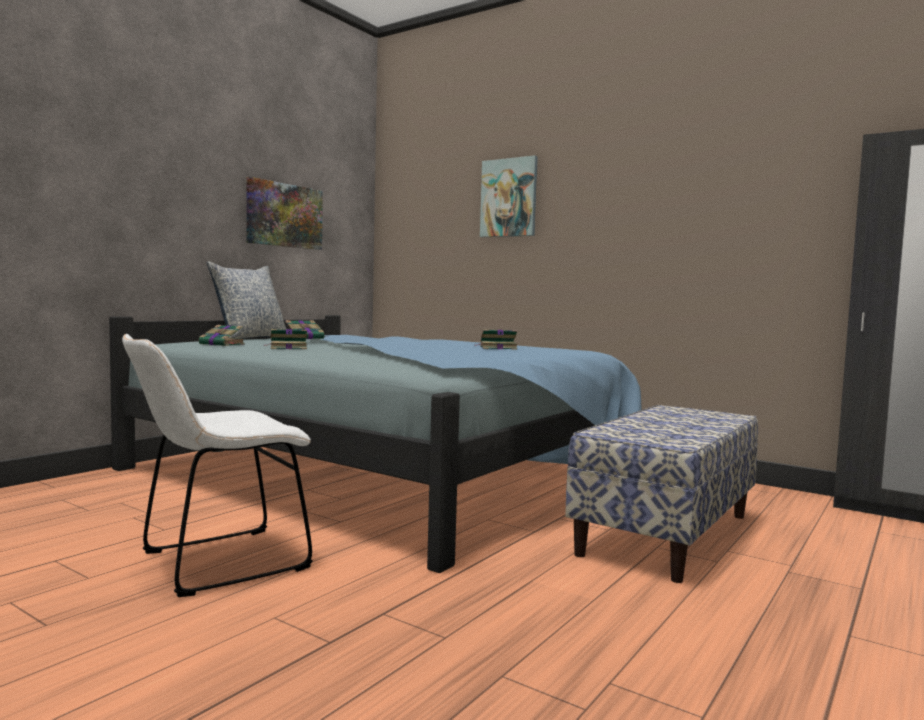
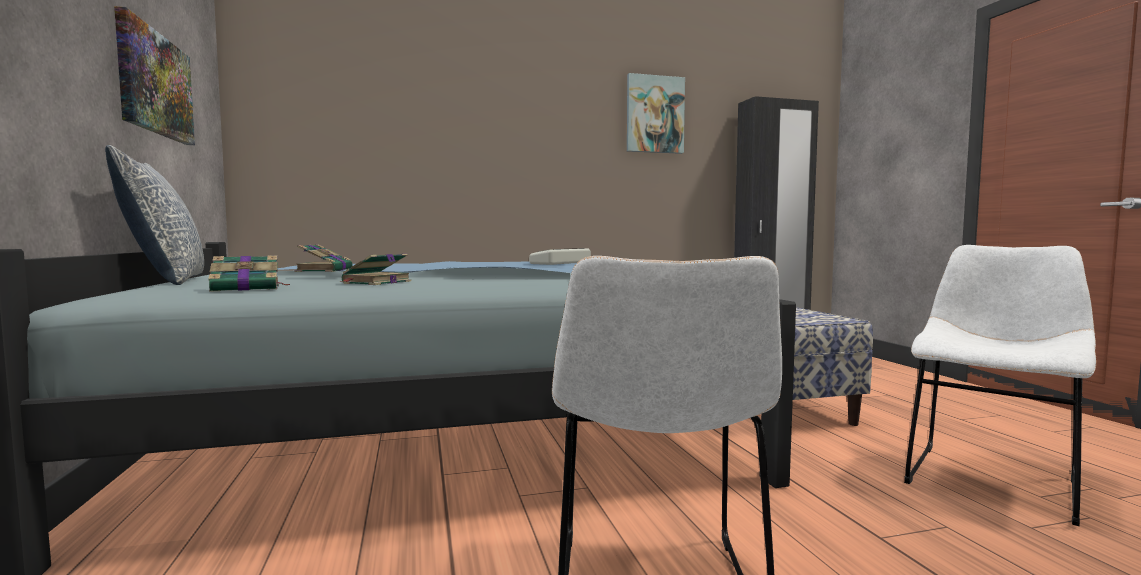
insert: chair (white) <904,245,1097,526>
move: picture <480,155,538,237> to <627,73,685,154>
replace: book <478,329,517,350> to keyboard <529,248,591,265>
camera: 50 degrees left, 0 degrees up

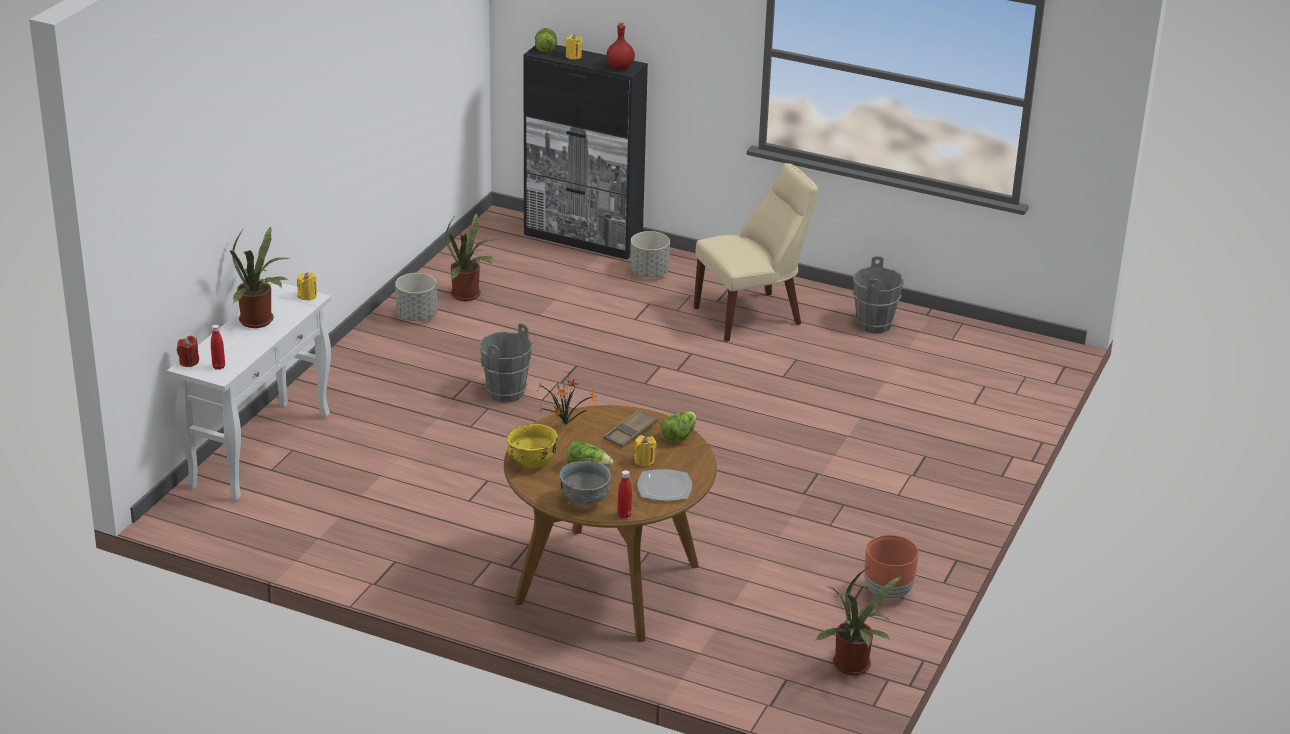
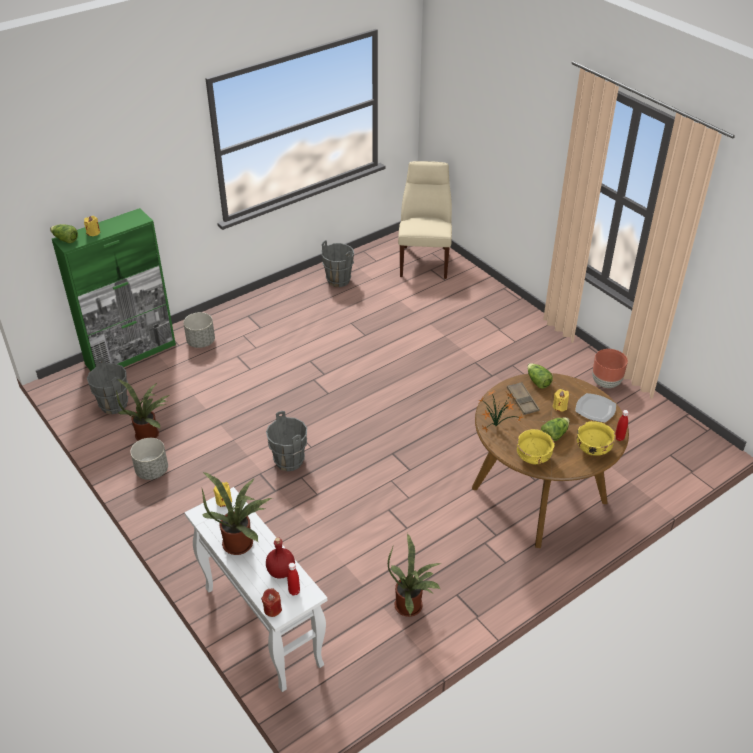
insert: bucket (grey) <87,358,128,414>
move: bottle (red) <606,22,635,70> to <266,537,295,578>; potted plant <815,568,901,675> to <388,533,442,617>; chair (beige) <694,163,818,342> to <398,161,452,279>
recolor: cabinet (black) <523,45,648,260> to cabinet (green) <52,208,176,371>; bowl (grey) <559,461,611,505> to bowl (yellow) <577,421,616,456>
camera: 60 degrees left, 10 degrees up

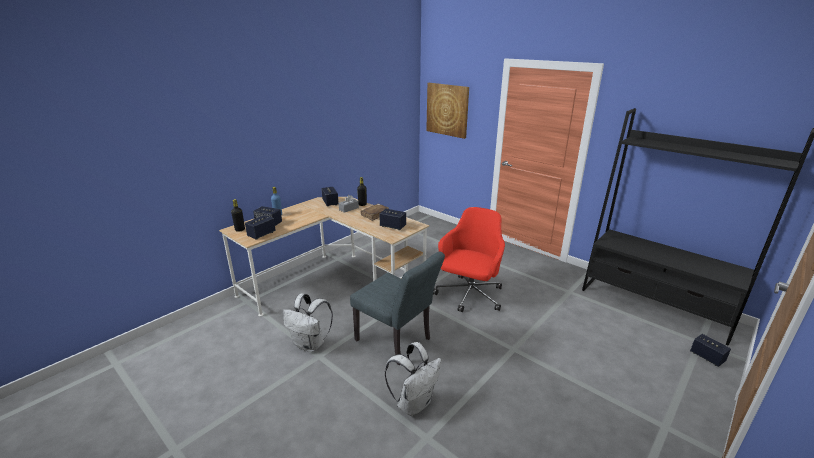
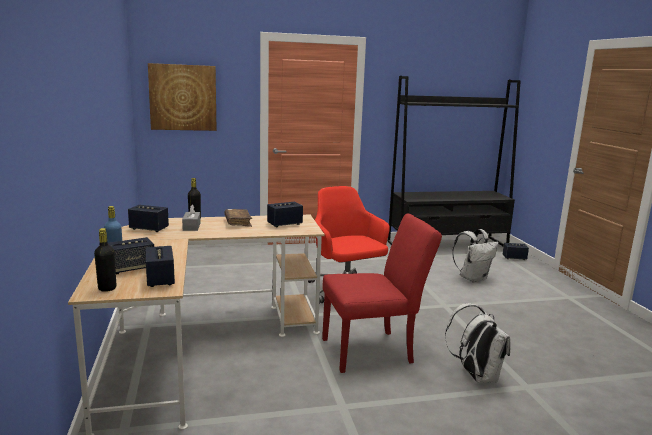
move: backpack (white) <283,293,333,352> to <452,229,499,282>
recolor: chair (grey) <350,251,445,365> to chair (red) <322,214,442,373>
camera: 55 degrees left, 10 degrees down

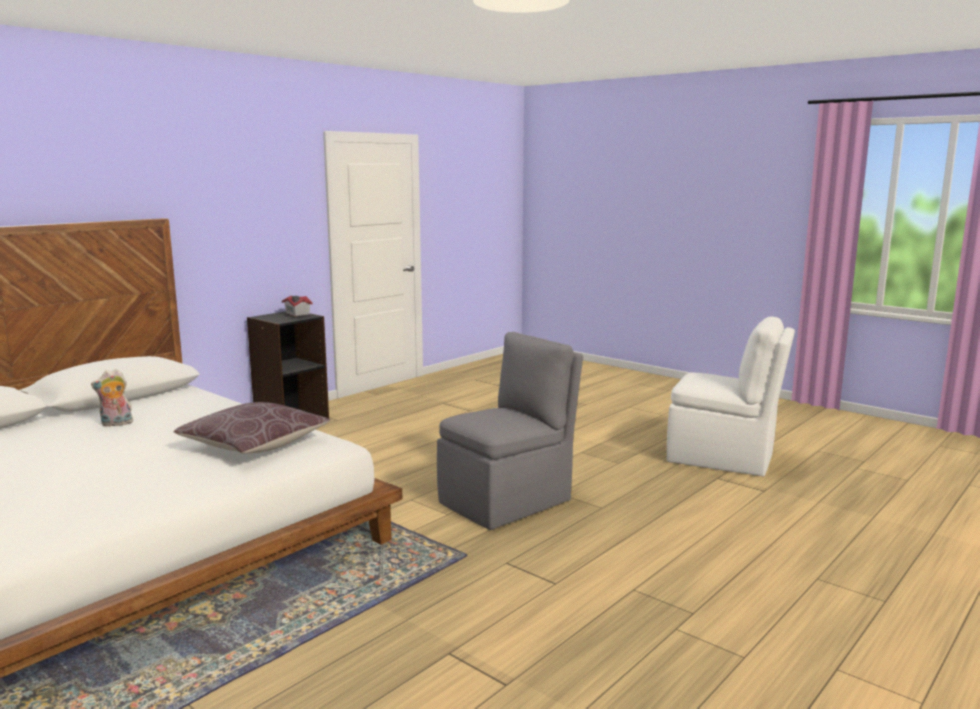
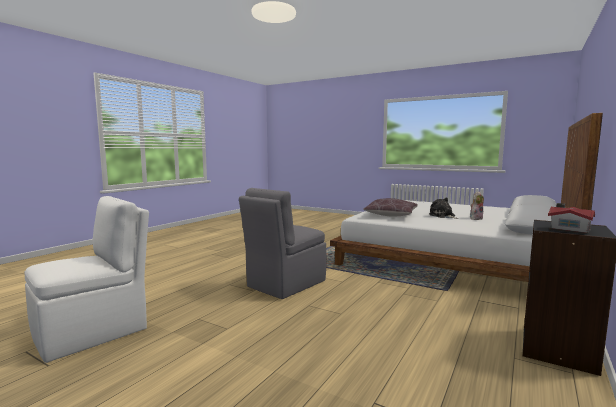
insert: plush toy <429,198,458,219>
rotate: chair (white) <667,316,795,477> = <24,196,149,363> 120 degrees clockwise
camera: 170 degrees right, 5 degrees down

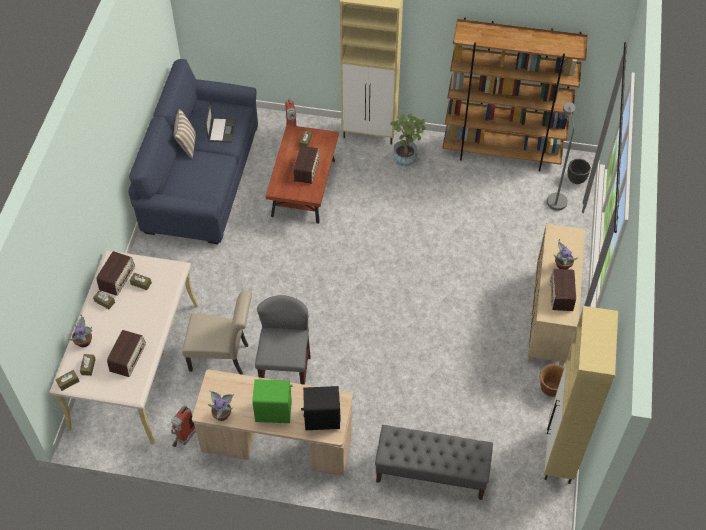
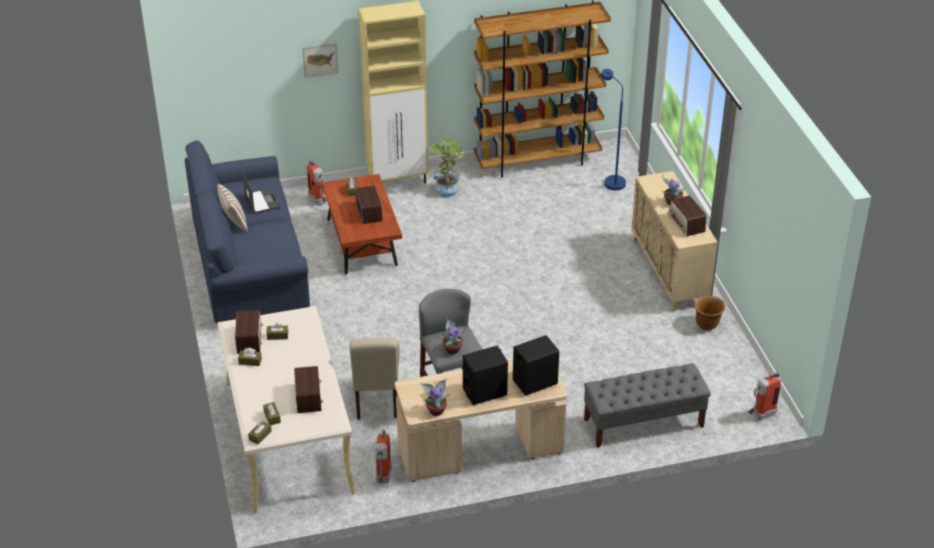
delete: cabinet (beige) <544,306,618,484>; planter (black) <567,159,591,184>
insert: picture <302,43,338,78>; fire extinguisher <748,372,781,420>
move: potted plant <69,314,92,347> to <441,317,469,354>
recolor: speaker (green) <252,379,293,423> to speaker (black) <463,346,508,405>; floor lamp (grey) <547,102,575,211> to floor lamp (blue) <601,69,626,191>
rotate: chair (beige) <182,290,252,375> = <349,338,400,420> 105 degrees clockwise
camera: 25 degrees left, 15 degrees down

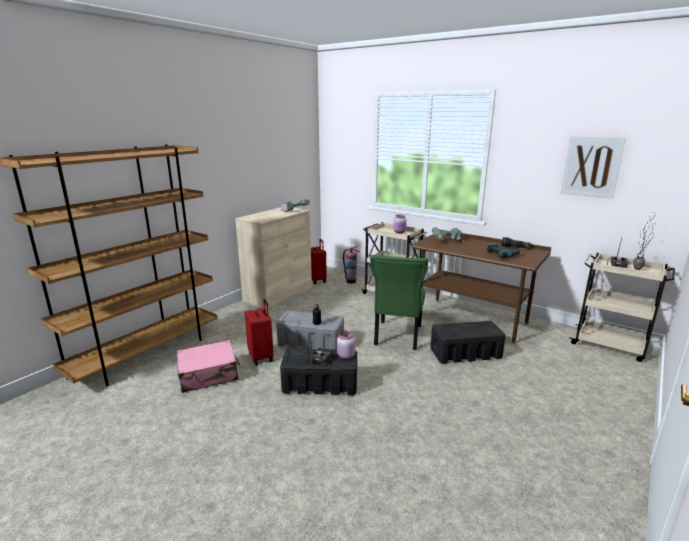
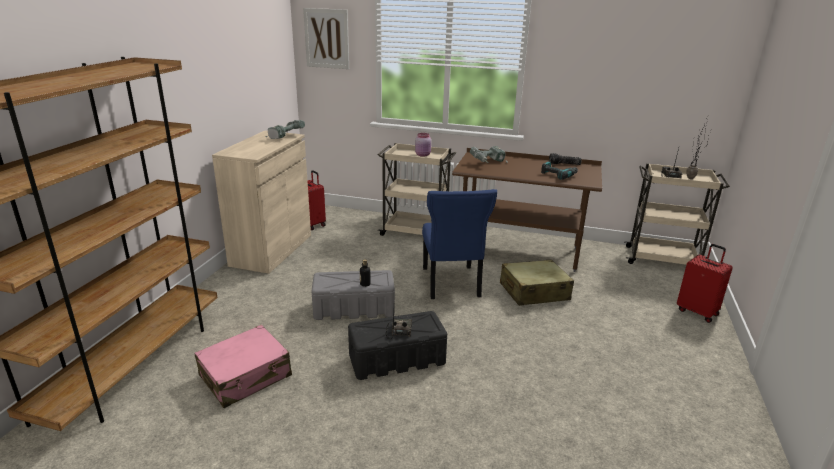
delete: jar (pink) <337,331,356,359>; fire extinguisher <343,246,360,284>
move: picture <561,136,626,199> to <303,8,349,69>; suitcase (red) <245,299,274,365> to <677,244,732,323>
replace: storage box (black) <430,321,506,364> to suitcase (beige) <500,260,574,306>
recolor: chair (green) <370,255,428,350> to chair (blue) <422,189,497,299>
camera: 20 degrees left, 5 degrees up

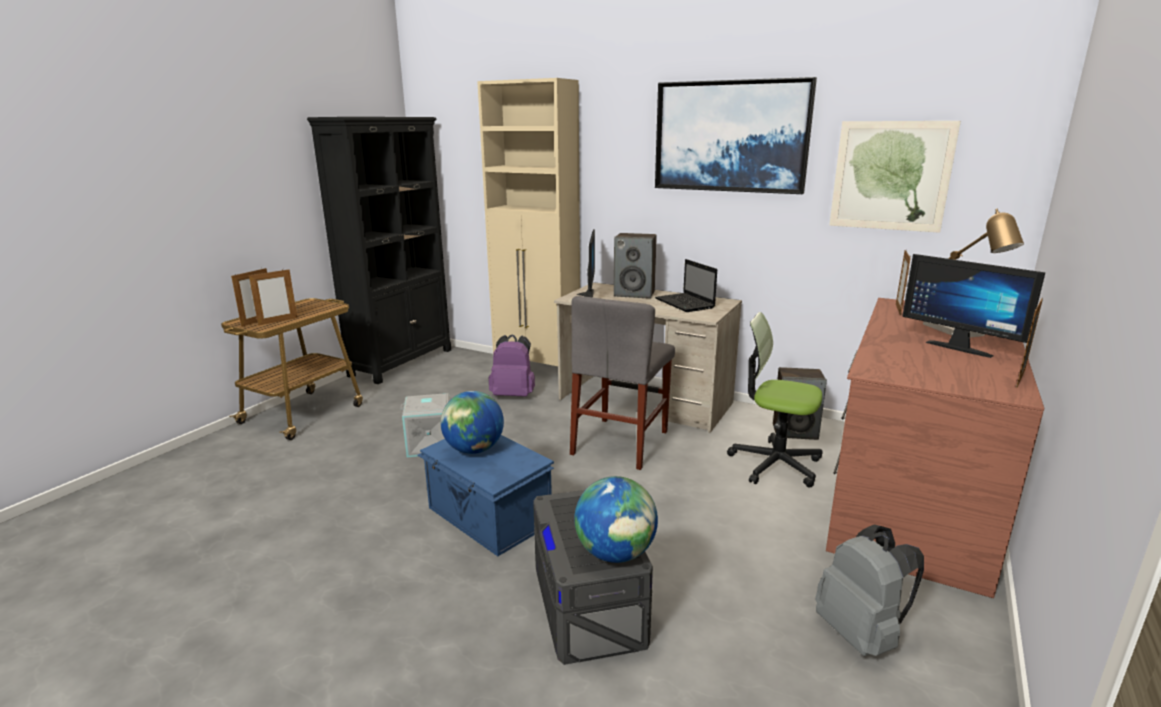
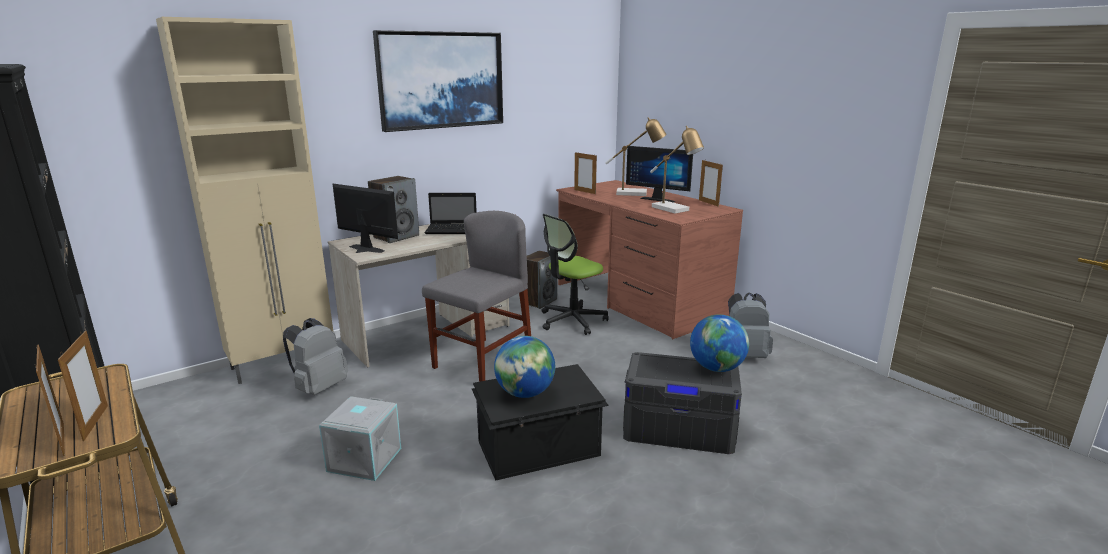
delete: picture <829,121,961,233>
insert: table lamp <650,126,704,214>
recolor: backpack (purple) <489,335,535,397> to backpack (grey) <283,318,348,395>; storage box (blue) <417,435,554,556> to storage box (black) <472,364,609,481>
rotate: chair (grey) <570,296,675,470> = <422,211,531,382> 105 degrees counterclockwise; monitor <902,254,1046,358> = <626,146,693,203> 45 degrees clockwise
camera: 65 degrees left, 0 degrees up

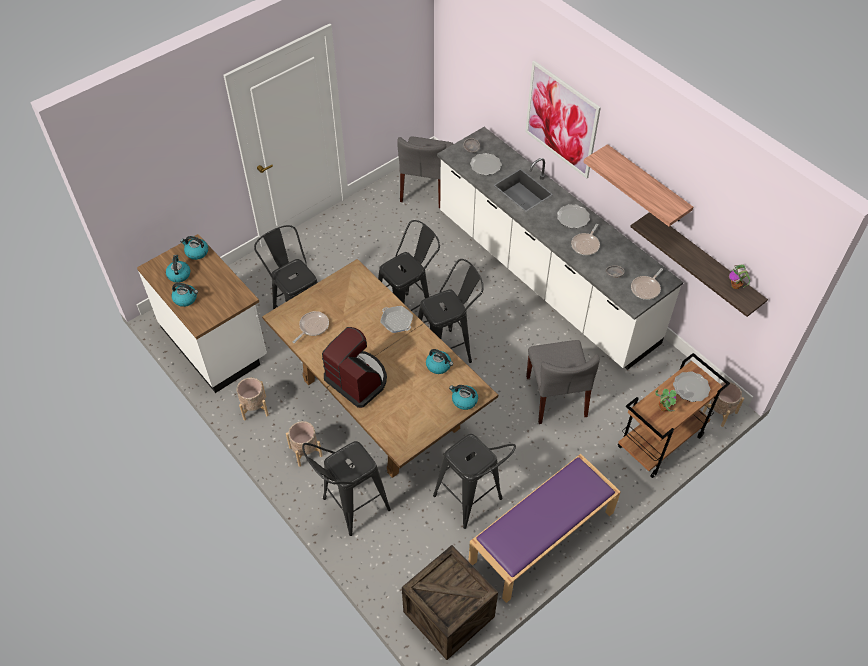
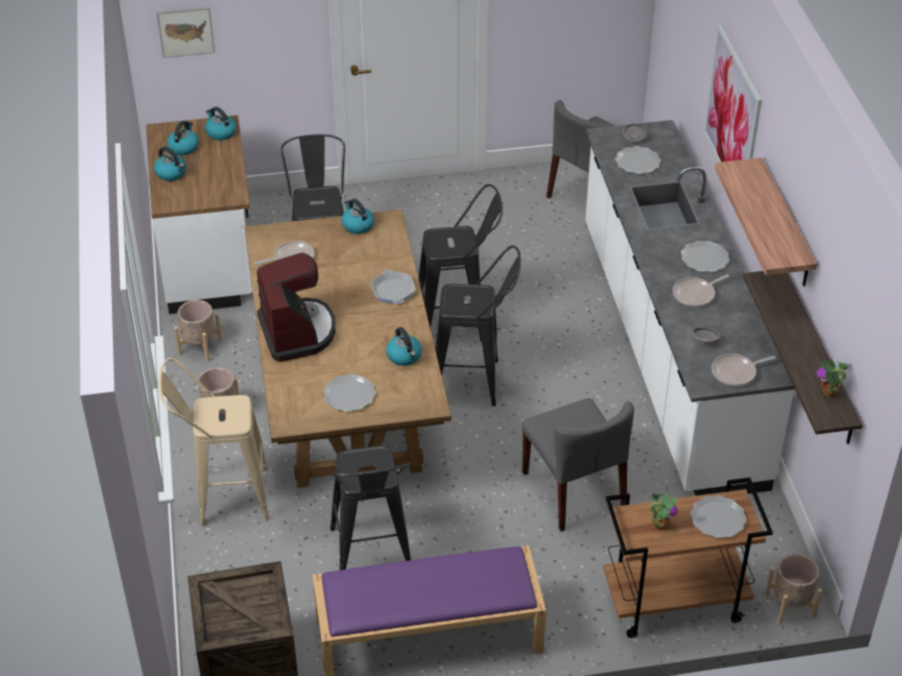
insert: picture <156,7,215,58>; plate <323,374,376,412>
move: kettle <449,385,478,410> to <342,199,374,234>
recolor: stool (black) <302,441,391,536> to stool (beige) <159,358,269,526>
rotate: chair (grey) <526,340,600,424> = <522,398,634,532> 45 degrees counterclockwise
camera: 30 degrees right, 10 degrees down

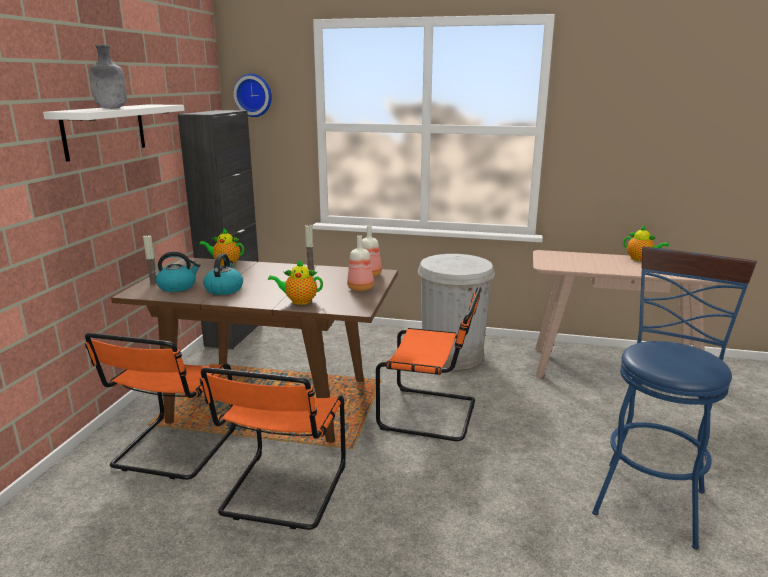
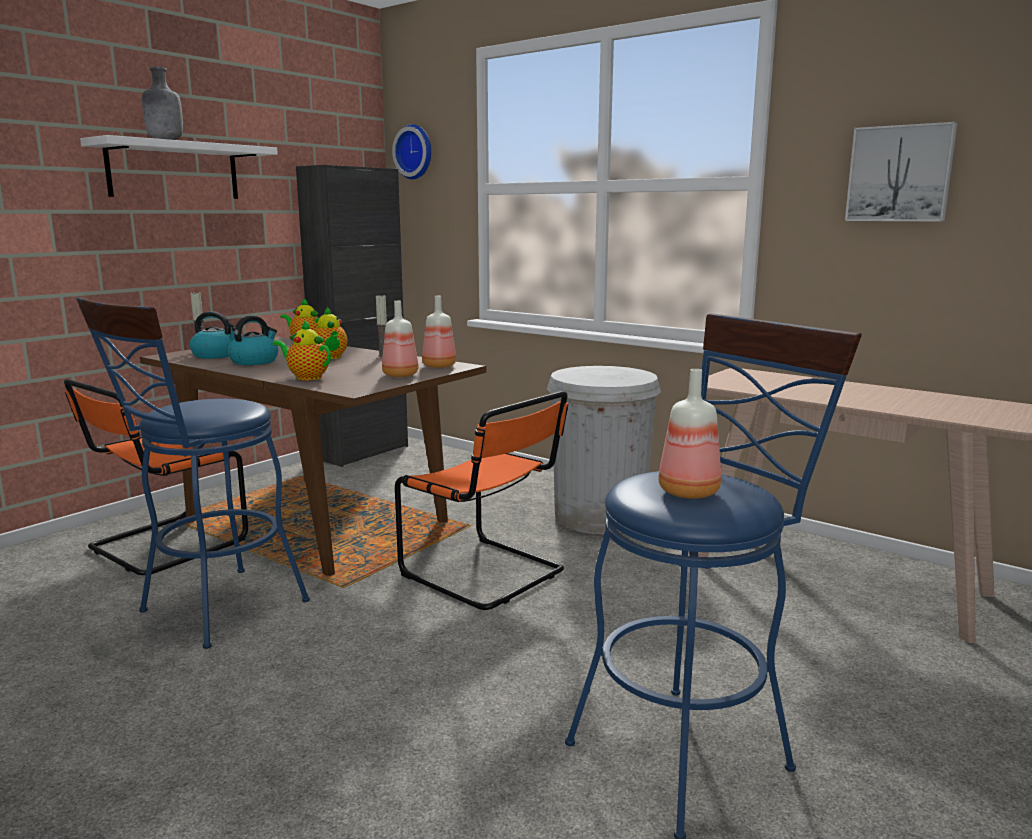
insert: bottle <658,369,721,499>; picture <845,122,958,222>
move: teapot <623,225,669,261> to <314,306,348,359>
replace: chair (orange) <200,367,346,530> to stool (blue) <76,297,310,649>
camera: 25 degrees right, 5 degrees down

